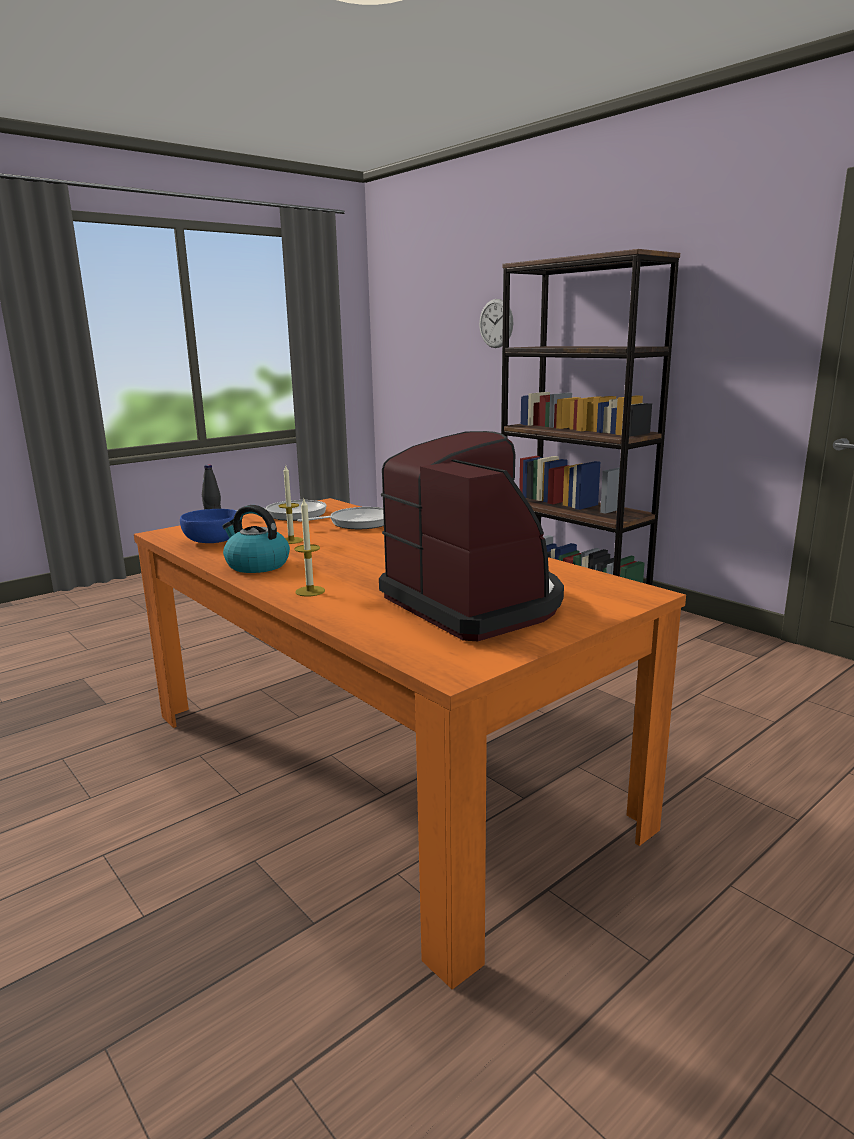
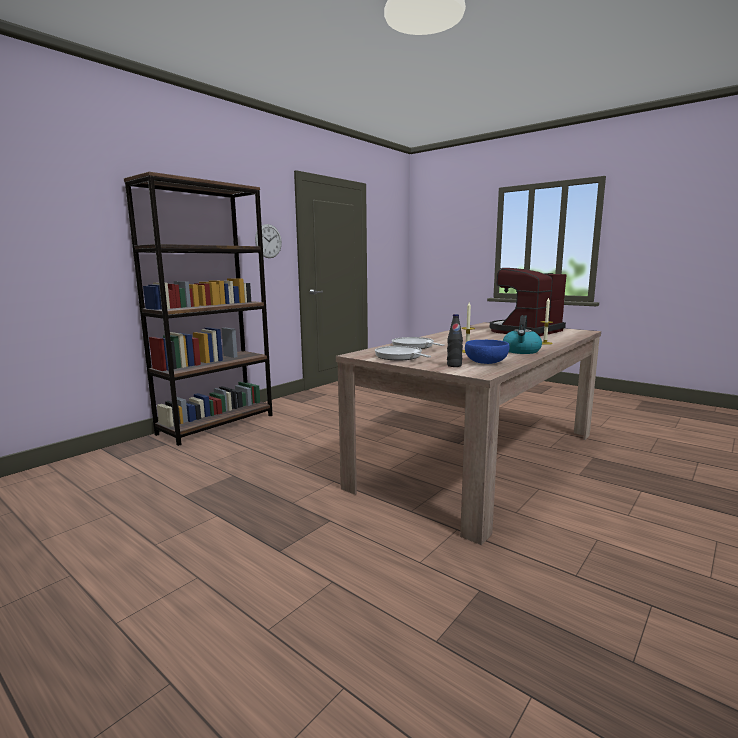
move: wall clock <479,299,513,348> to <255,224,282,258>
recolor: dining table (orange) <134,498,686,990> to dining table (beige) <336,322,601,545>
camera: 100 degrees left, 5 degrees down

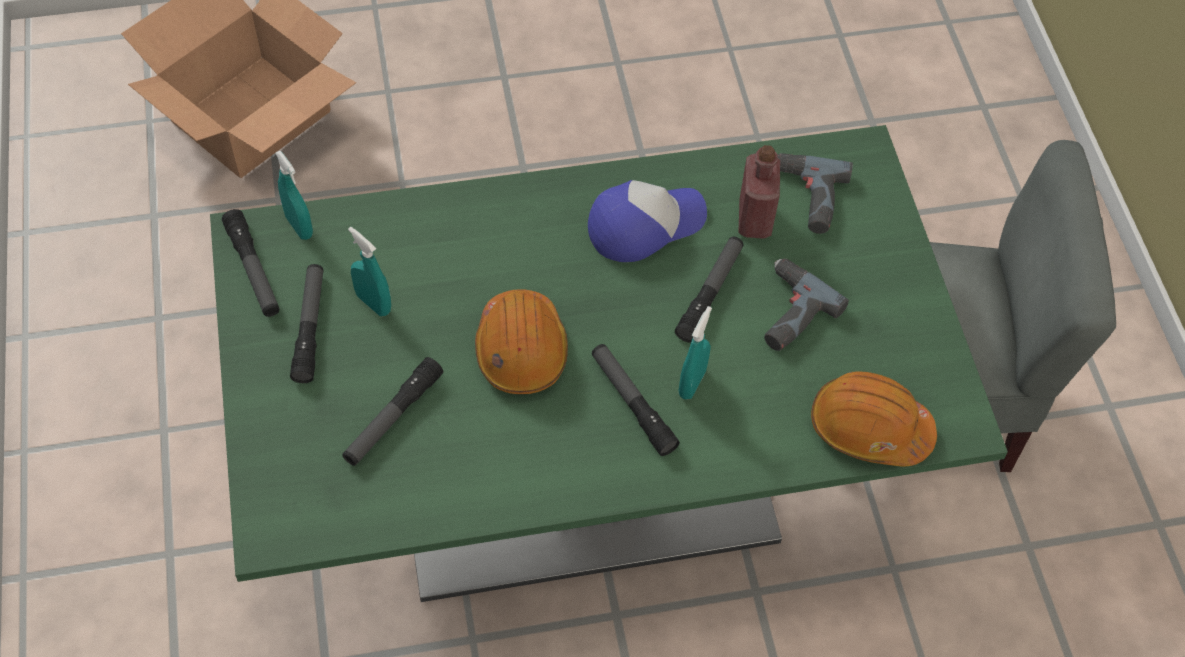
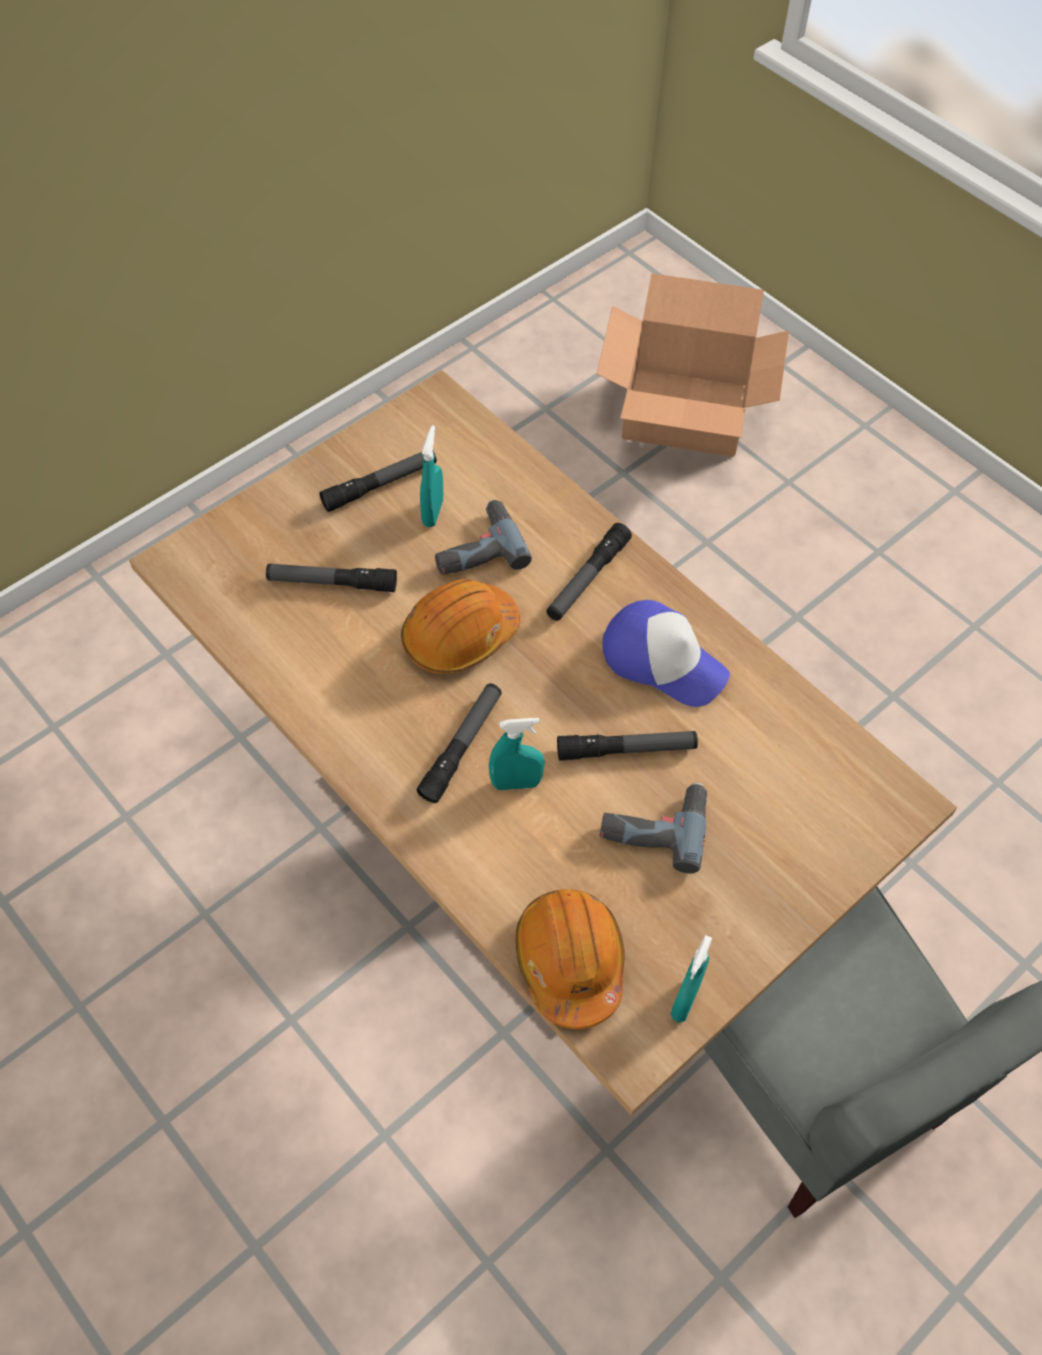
delete: bottle (red) <738,145,780,239>
move: power drill <778,153,853,234> to <435,500,532,575>; flashlight <222,209,279,317> to <547,523,632,621>; spray bottle (turquoise) <275,151,313,240> to <671,935,712,1022>
recolor: dining table (green) <210,125,1008,602> to dining table (brown) <129,370,957,1116>
camera: 60 degrees right, 0 degrees up

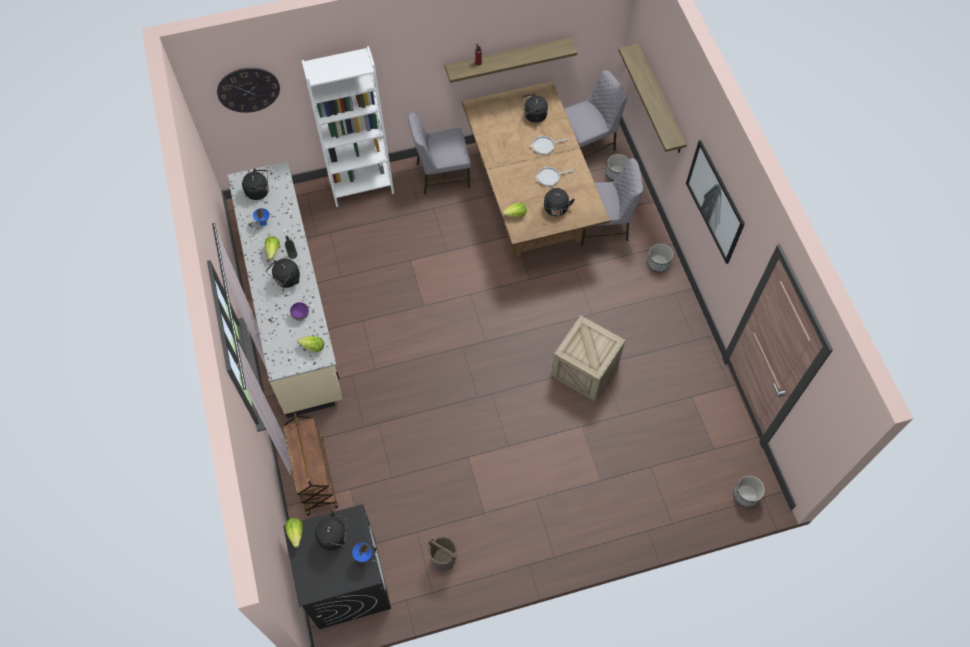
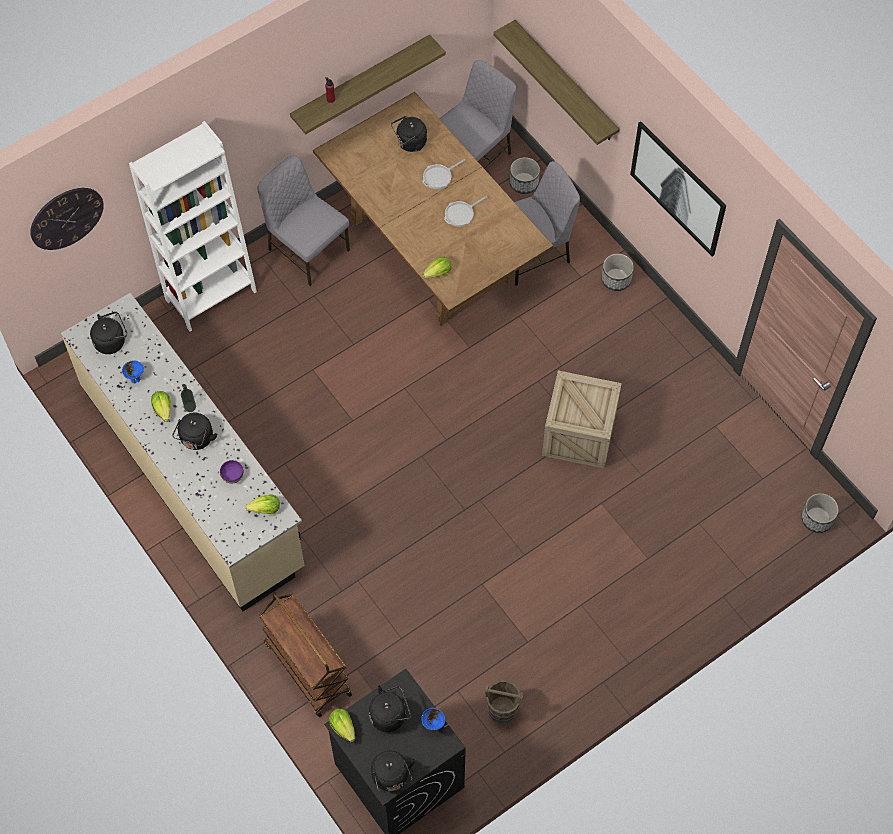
move: kettle (black) <544,188,575,216> to <371,751,415,791>
rotate: chair (grey) <408,112,471,195> = <257,155,350,286> 75 degrees clockwise
camera: 20 degrees left, 0 degrees up

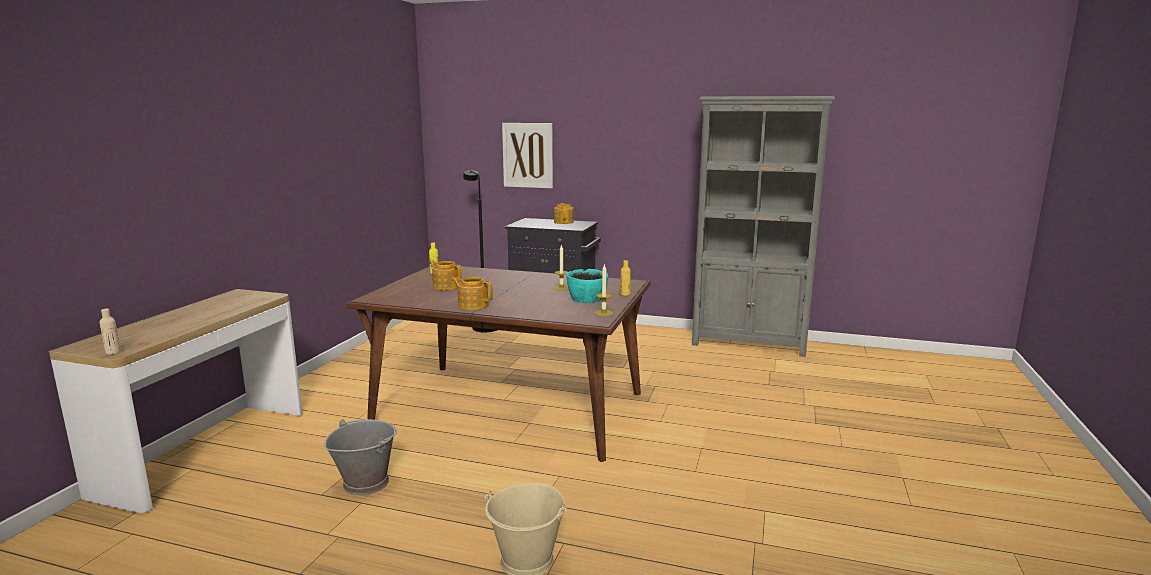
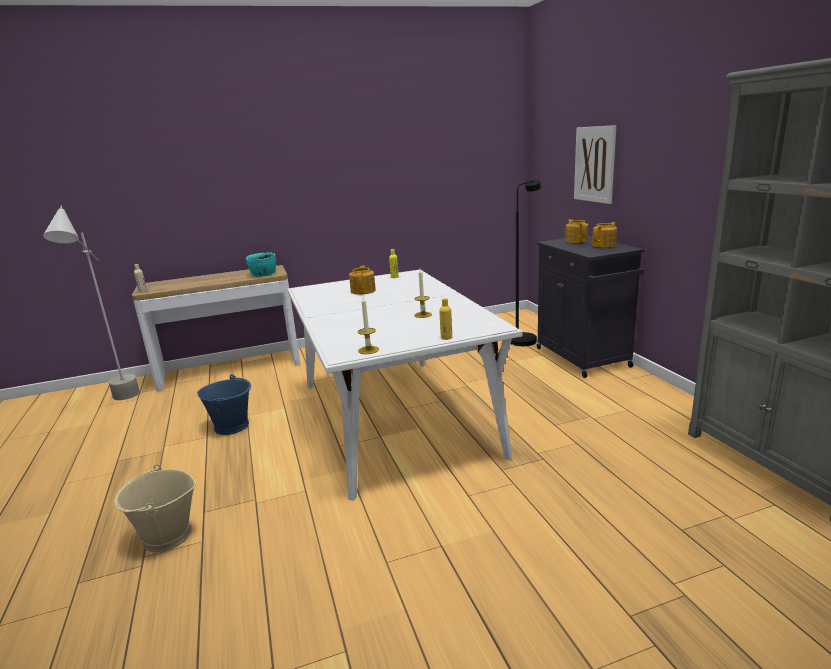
insert: floor lamp (grey) <43,206,140,400>
move: bowl (turquoise) <566,269,608,303> to <246,252,276,277>; teapot <452,277,493,310> to <565,219,588,243>
recolor: bucket (grey) <324,419,397,495> to bucket (blue) <197,374,251,435>; dining table (brown) <346,266,651,462> to dining table (white) <288,270,523,501>
camera: 55 degrees right, 5 degrees up

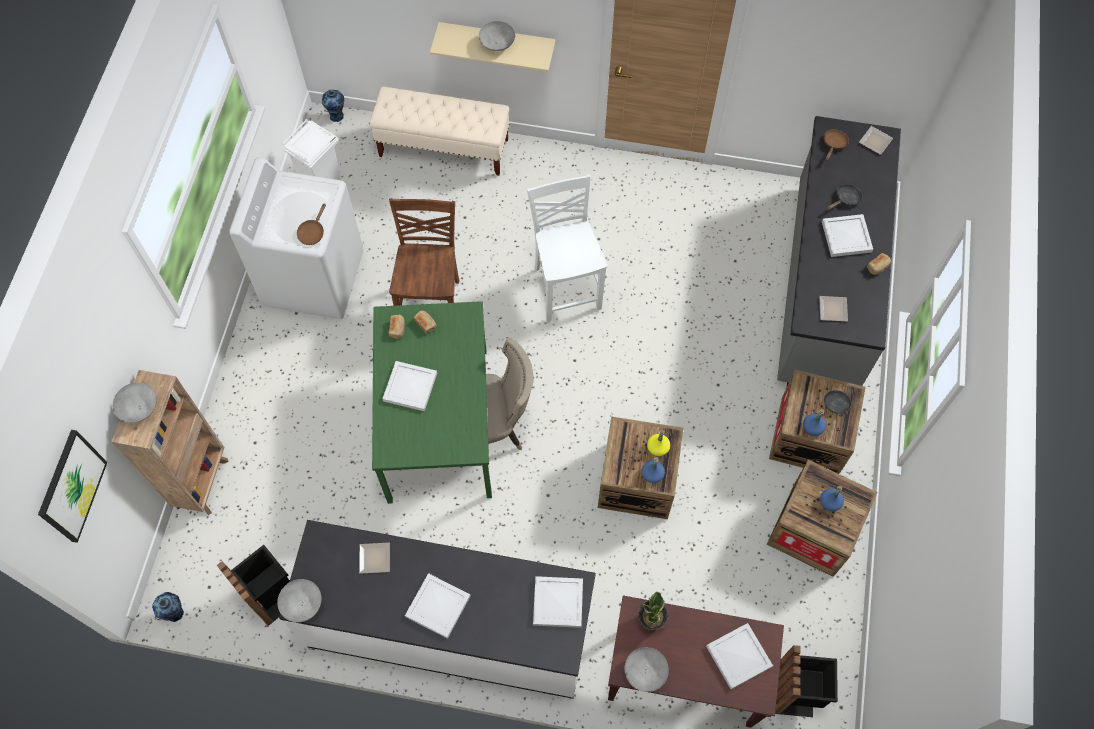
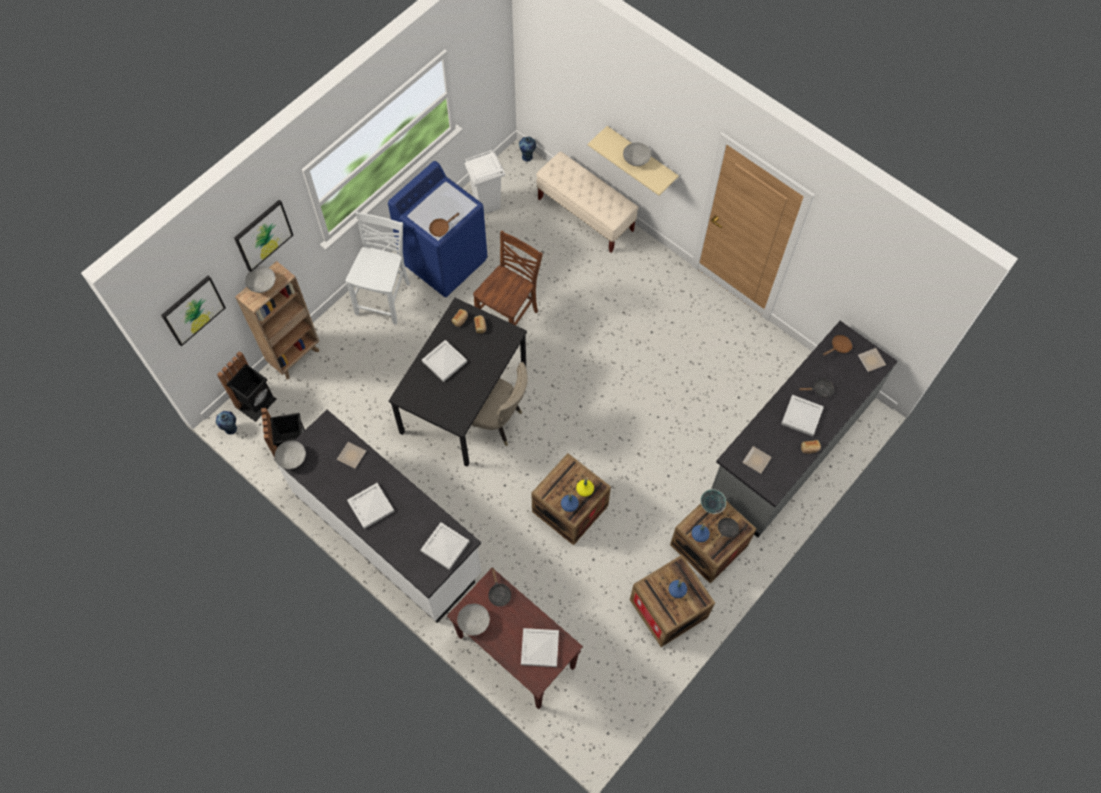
insert: picture <234,200,293,272>; bowl <701,489,726,514>
move: trash can (black) <775,645,838,717> to <217,351,276,422>; chair (white) <527,174,607,323> to <346,212,410,325>
replace: potted plant <638,592,668,631> to frying pan (black) <488,568,511,607>
recolor: washing machine (white) <229,157,364,319> to washing machine (blue) <388,161,487,297>; dining table (green) <372,301,492,504> to dining table (black) <389,298,527,467>
camera: 30 degrees right, 0 degrees up

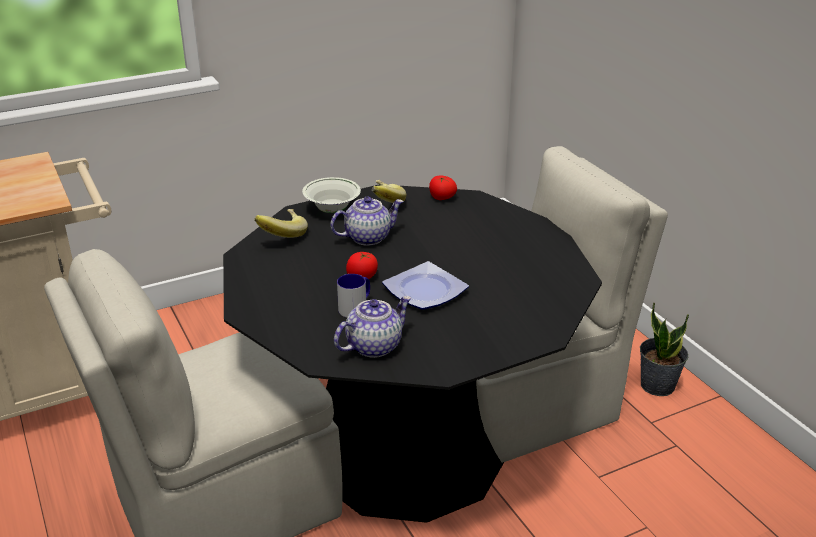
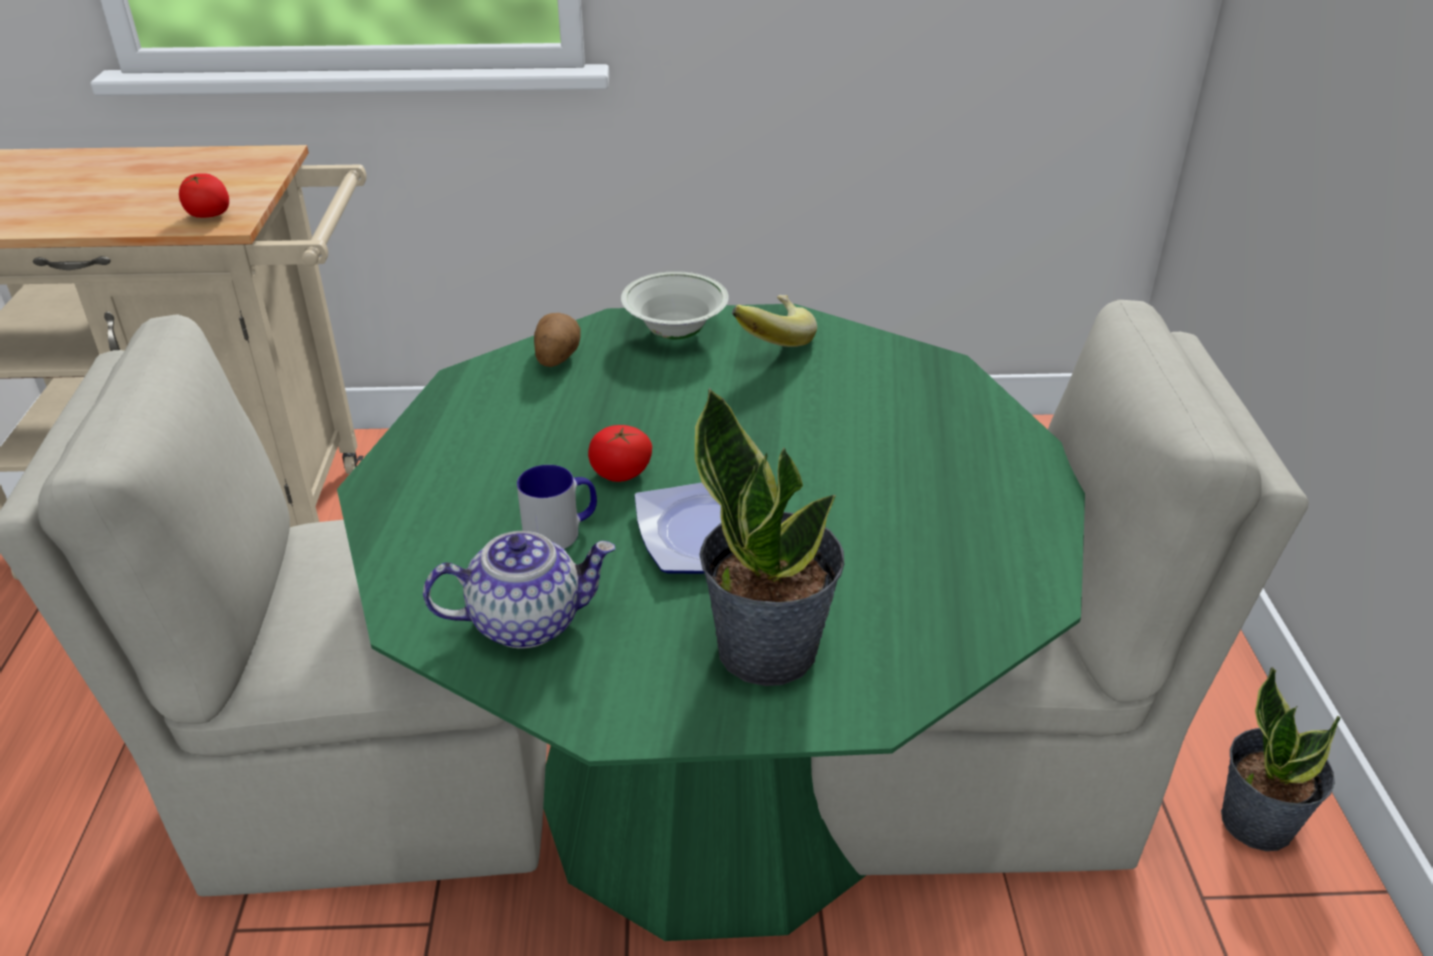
delete: teapot <330,196,404,246>
insert: potted plant <695,388,844,686>
move: tomato <429,175,457,200> to <179,173,229,218>
replace: banana <254,209,308,238> to potato <534,313,581,367>
recolor: dining table (black) <223,185,602,523> to dining table (green) <337,304,1085,941>
camera: 25 degrees right, 5 degrees up

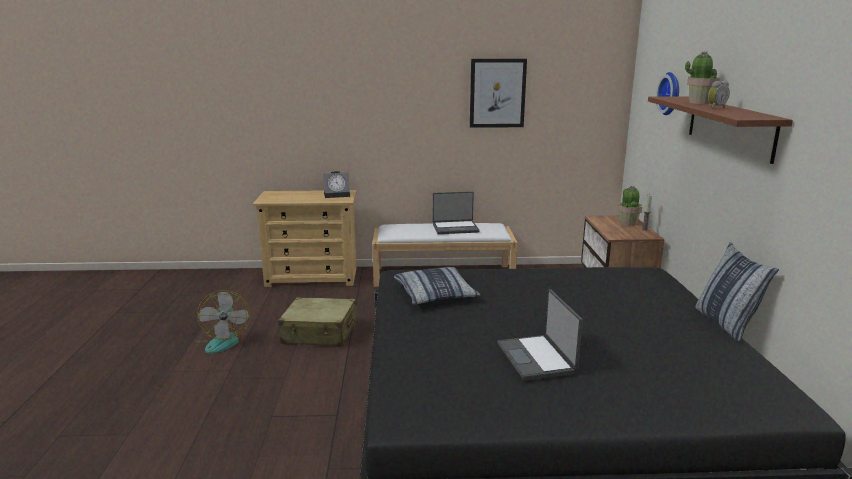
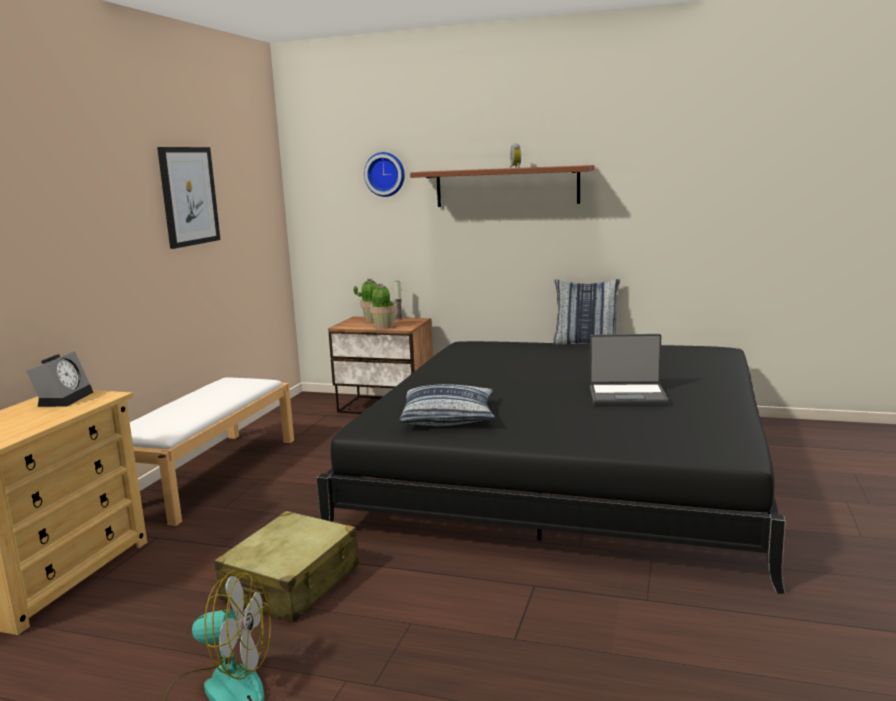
delete: laptop <433,191,479,234>
move: potted plant <685,52,721,104> to <370,283,397,329>
camera: 70 degrees left, 5 degrees down

